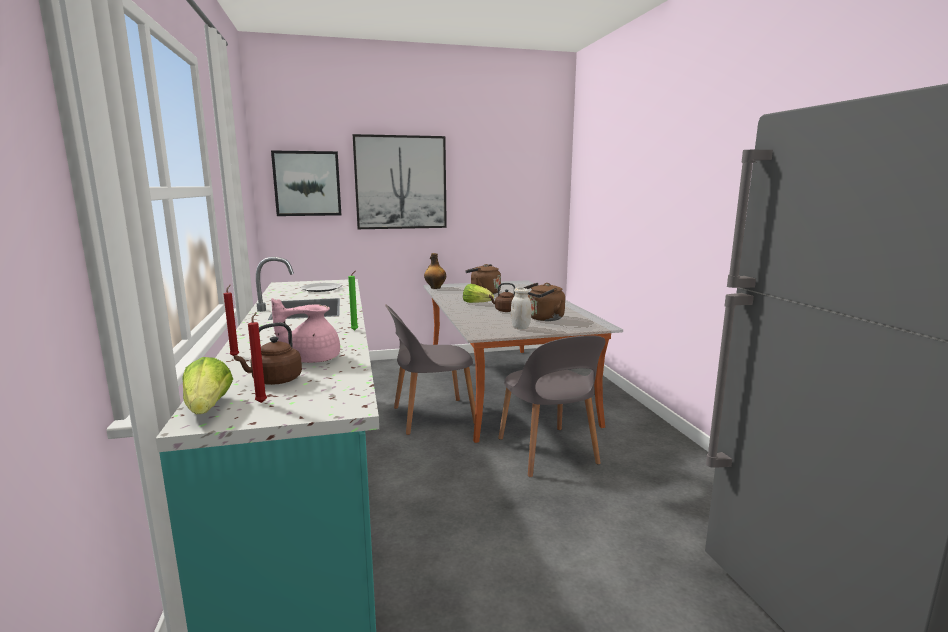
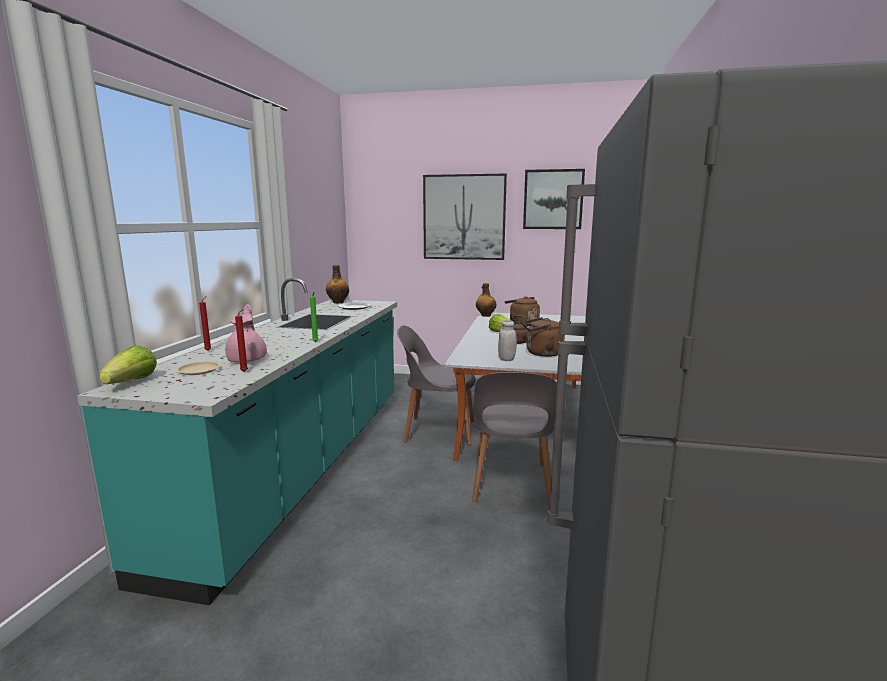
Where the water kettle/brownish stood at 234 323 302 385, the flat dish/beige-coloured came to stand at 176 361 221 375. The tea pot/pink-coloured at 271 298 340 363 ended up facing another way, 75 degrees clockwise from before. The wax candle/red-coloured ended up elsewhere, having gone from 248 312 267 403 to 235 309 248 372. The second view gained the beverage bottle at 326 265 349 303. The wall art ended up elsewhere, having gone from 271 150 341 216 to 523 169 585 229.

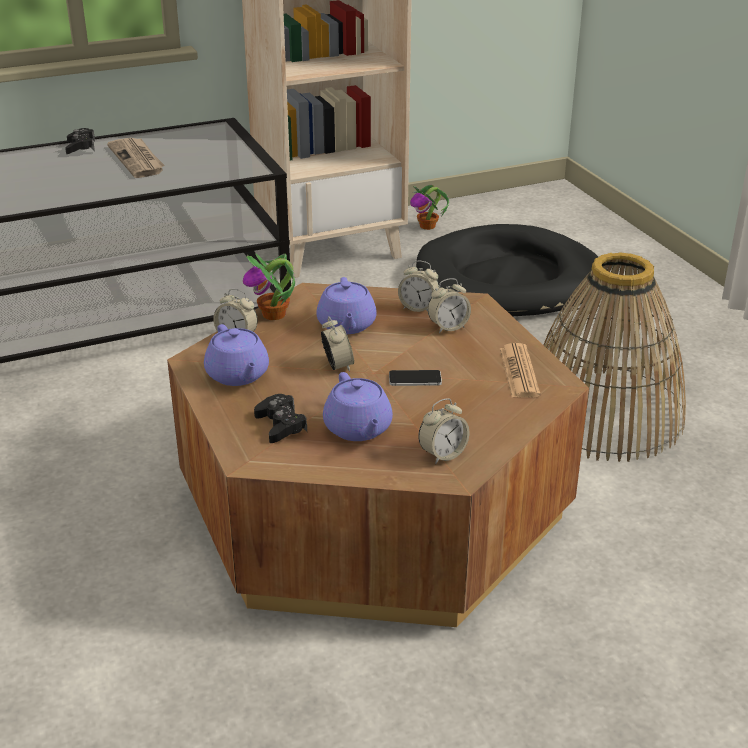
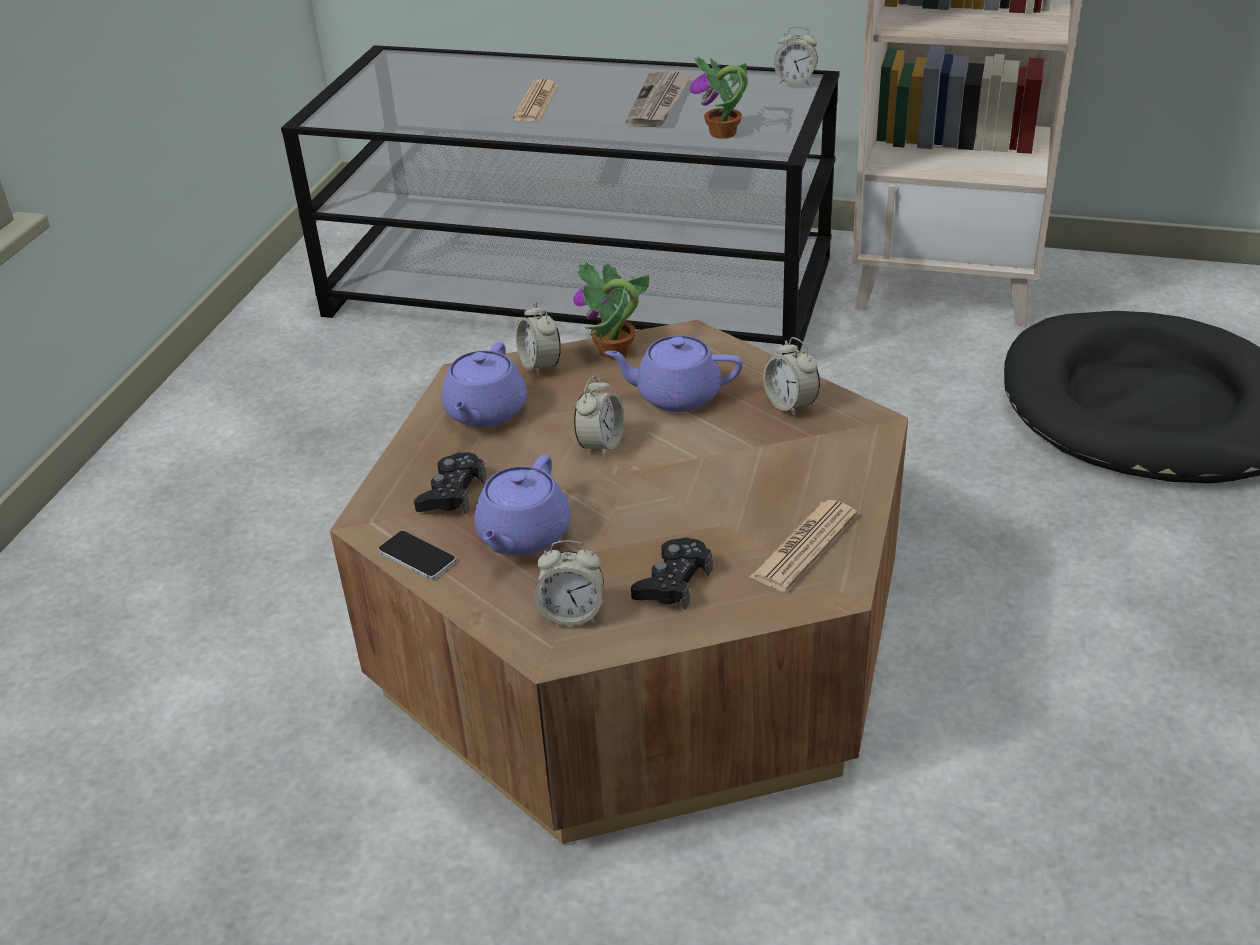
The phone ended up elsewhere, having gone from 389 370 442 386 to 378 531 456 580. The second view gained the daily paper at 513 79 559 121. The tea pot/purple at 316 277 377 334 ended up facing another way, 60 degrees clockwise from before. The joypad/blackish ended up elsewhere, having gone from 65 128 95 154 to 631 537 713 610. The plant in a pot ended up elsewhere, having gone from 410 185 449 230 to 689 56 748 138. The table clock ended up elsewhere, having gone from 428 278 471 333 to 774 26 817 85. The second view lost the basket at 544 252 686 462.

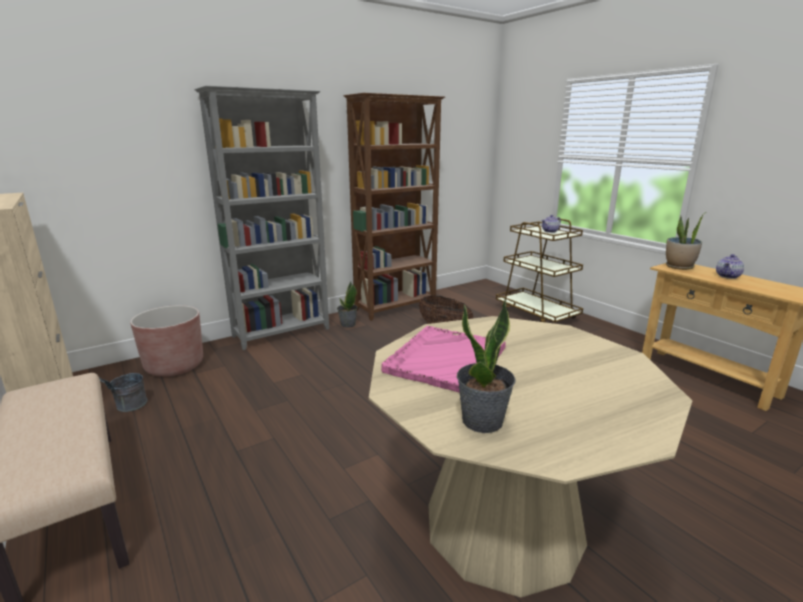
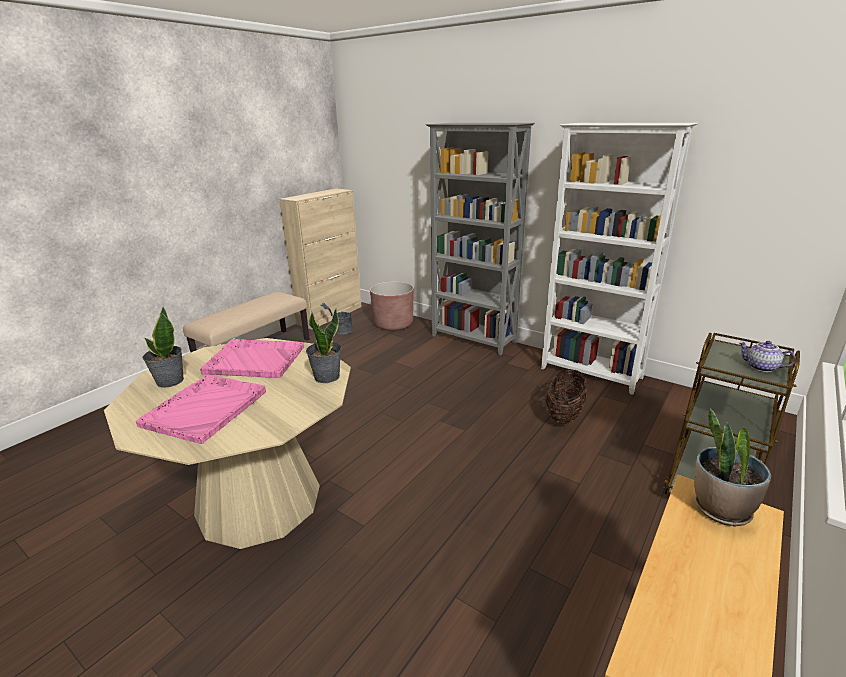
The second view gained the carrying tray/pink-coloured at 136 375 266 444. The plant in a pot ended up elsewhere, having gone from 337 282 358 328 to 306 308 342 383. What was the bookcase/brownish at 343 93 445 321 turned into the bookcase/whitish at 541 123 698 395. The second view lost the tea pot at 716 254 744 279.

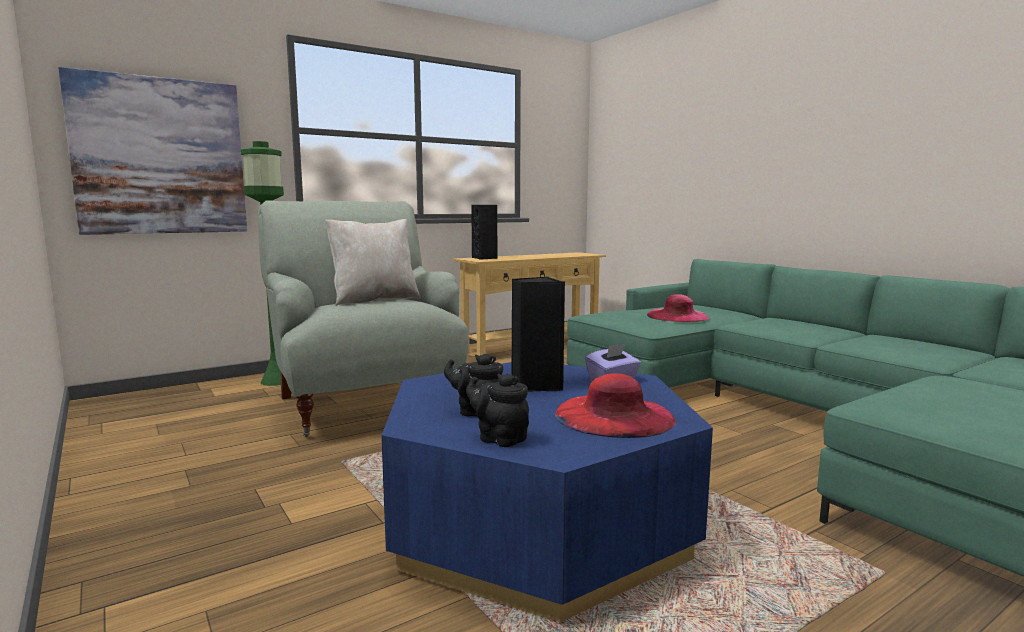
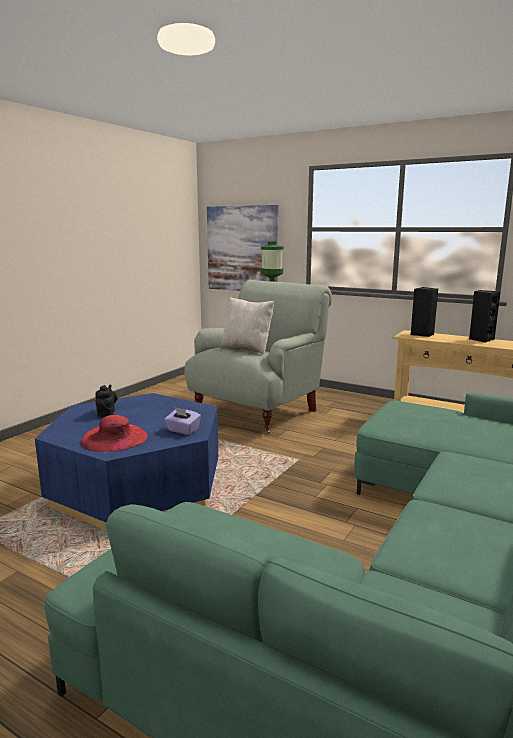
The speaker/blackish ended up elsewhere, having gone from 512 277 565 392 to 469 290 501 343. The second view lost the tea pot/blackish at 466 374 529 447. The second view lost the wearable hat/pink-coloured at 647 294 709 322.

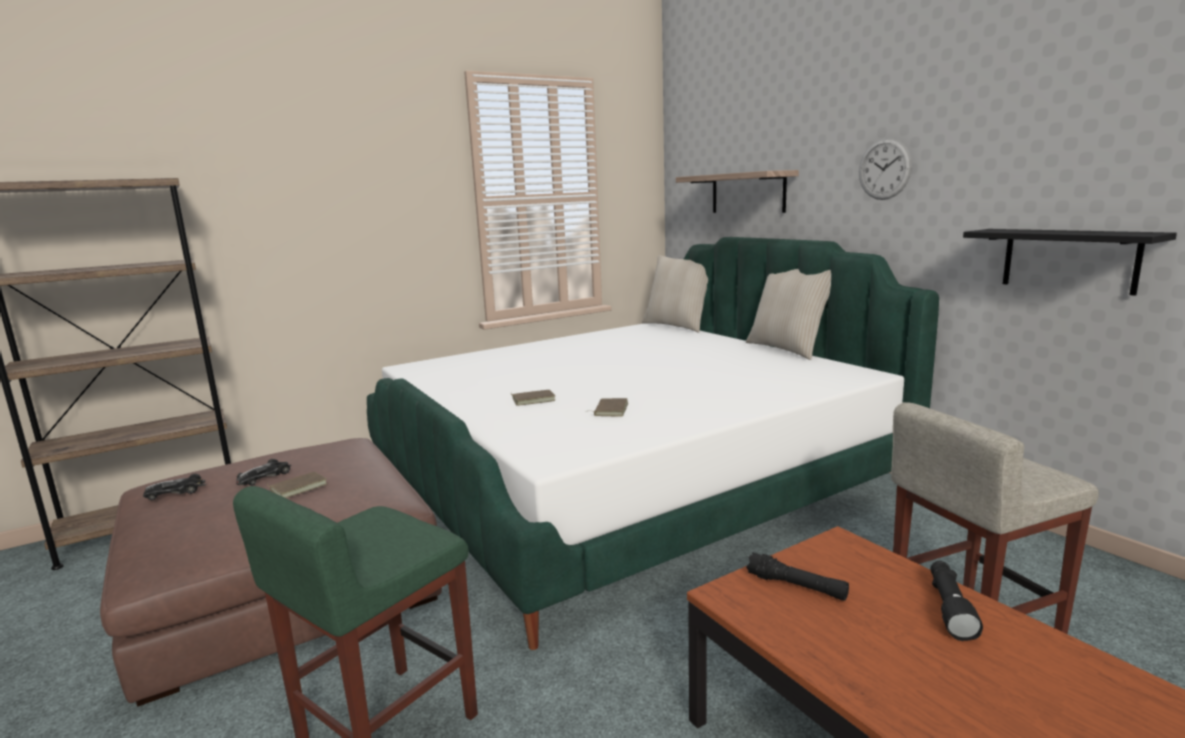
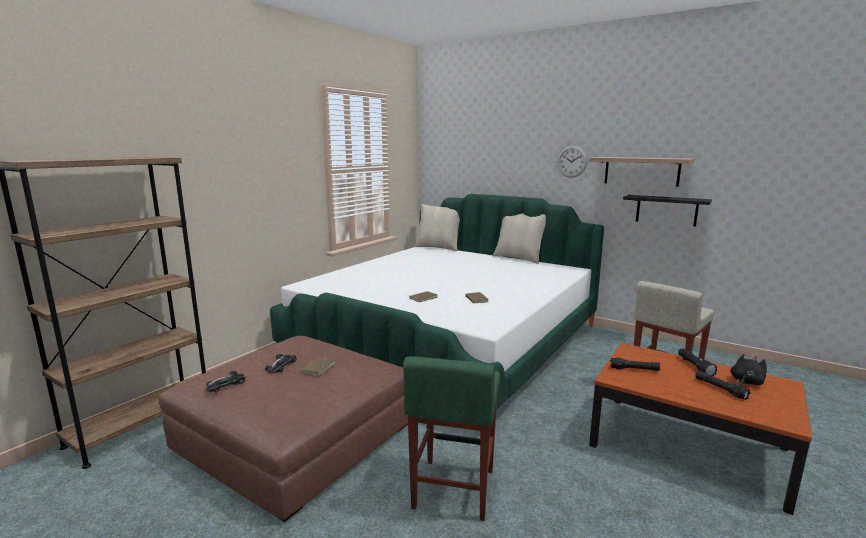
The bracket shelf ended up elsewhere, having gone from 676 170 799 213 to 589 157 694 187. The second view gained the torch/blackish at 695 370 751 400. The second view gained the soft toy/blackish at 730 354 767 385.

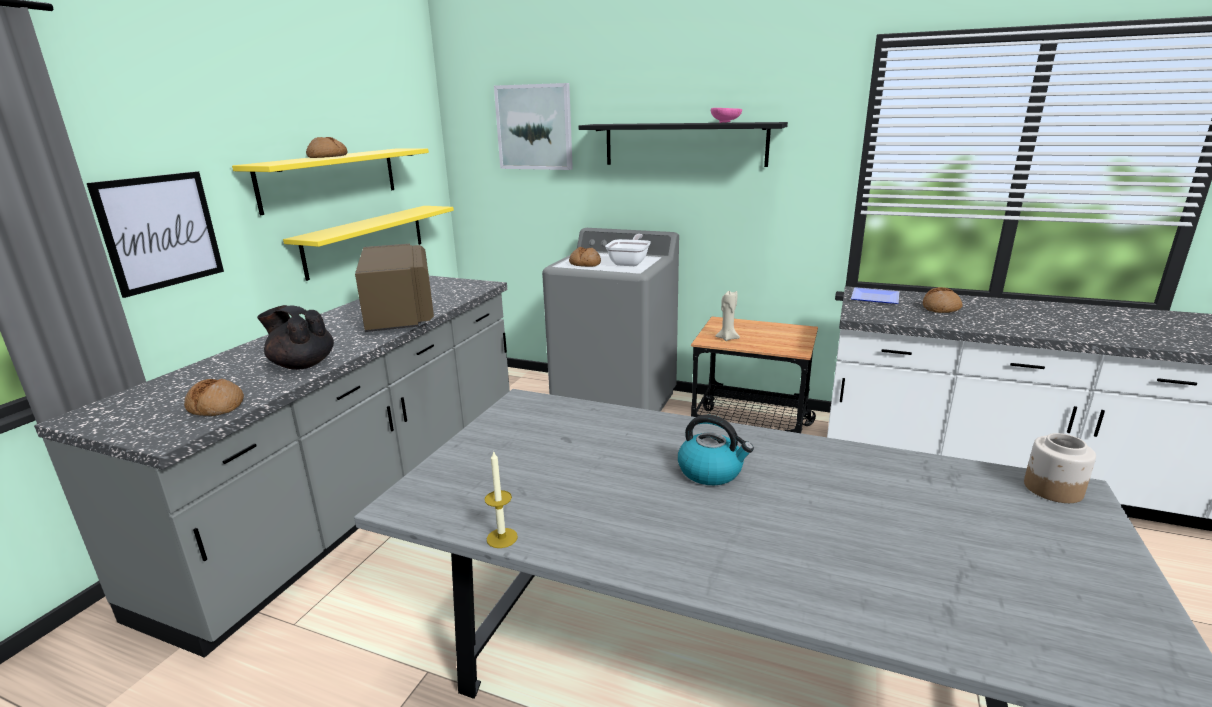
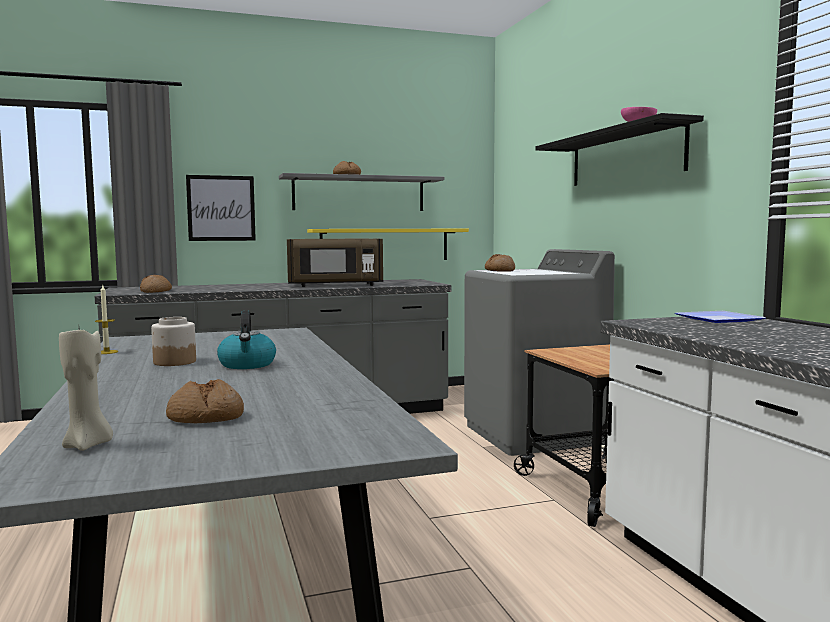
The wax candle/beige-coloured ended up elsewhere, having gone from 715 291 740 341 to 59 328 113 451. The jar ended up elsewhere, having gone from 1024 433 1096 503 to 151 317 196 366. The baked bread ended up elsewhere, having gone from 923 287 963 313 to 166 379 244 423. What was the bracket shelf/yellowish at 232 148 429 215 turned into the bracket shelf/greyish at 279 173 444 211. The microwave/brownish at 355 244 434 332 ended up facing another way, 45 degrees clockwise from before. The second view lost the tea pot/blackish at 257 305 334 370. The second view lost the wall art at 494 83 573 170. The second view lost the pan at 605 234 651 266.

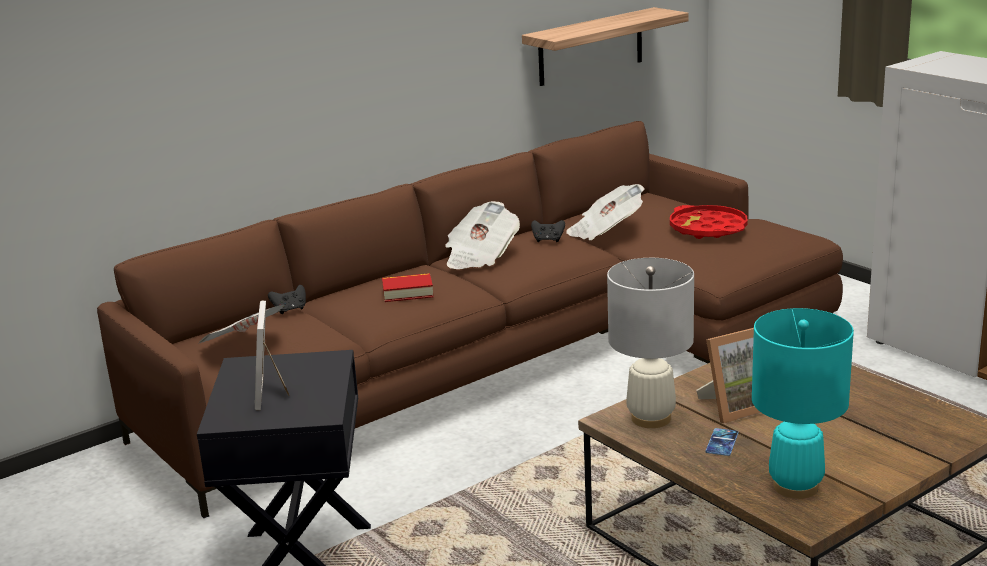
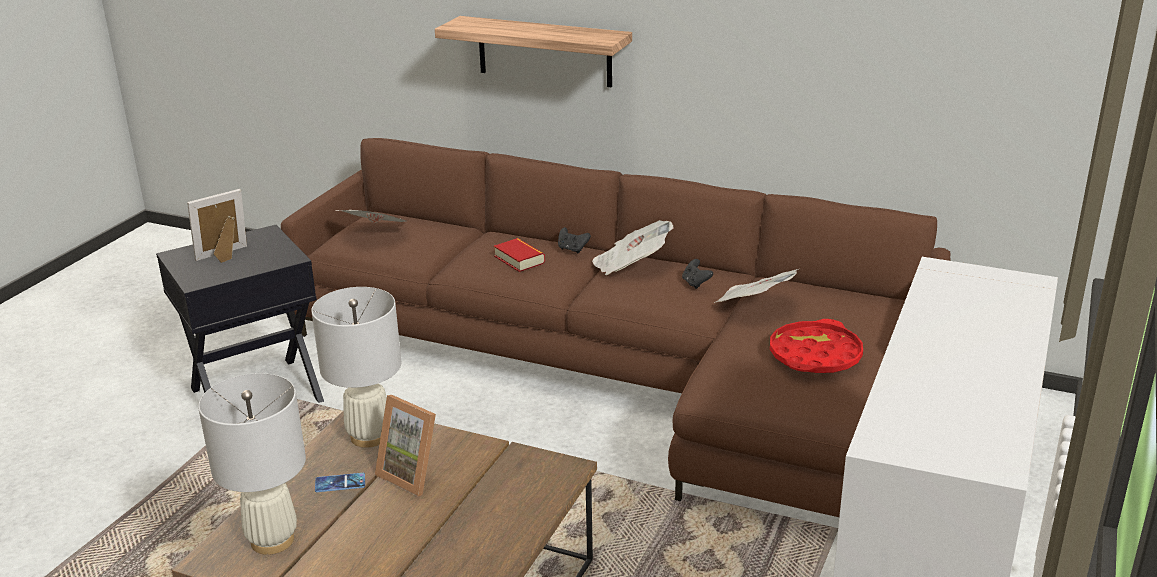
What was the tabletop lamp/turquoise-coloured at 752 308 854 499 turned into the tabletop lamp/whitish at 198 373 306 555. The bracket shelf ended up elsewhere, having gone from 522 7 689 86 to 435 16 632 87. The joypad/blackish ended up elsewhere, having gone from 268 285 306 314 to 558 227 591 254.

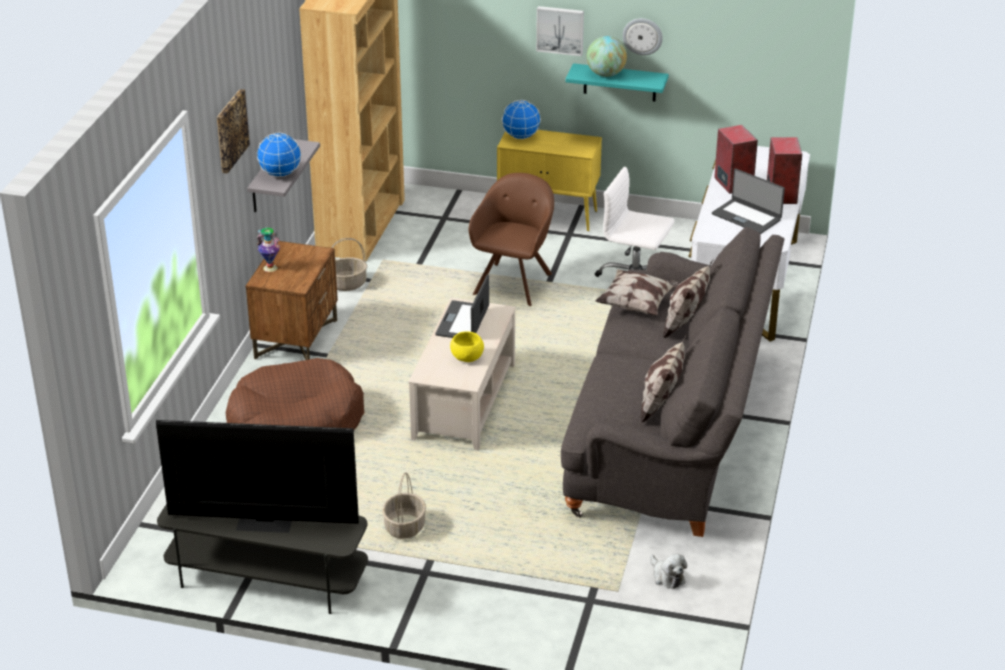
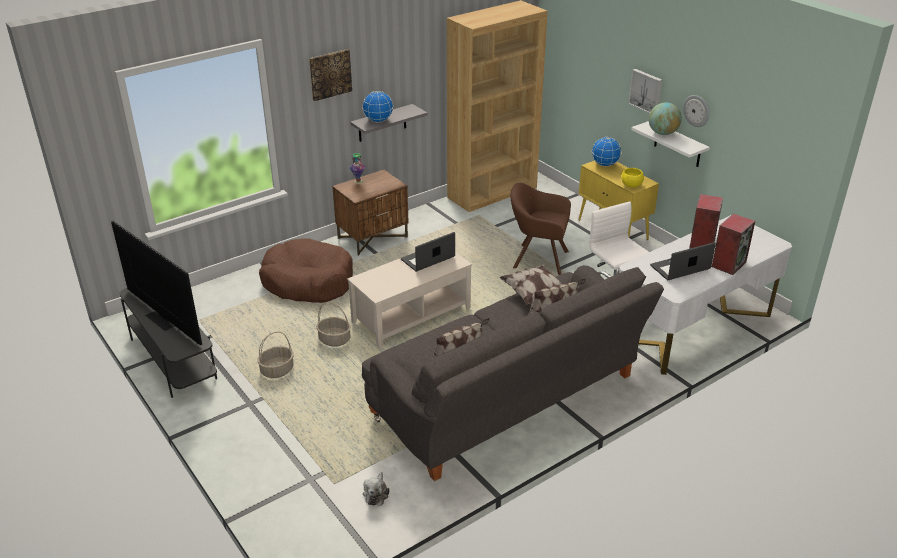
The basket ended up elsewhere, having gone from 331 238 367 291 to 316 302 351 347. The lounge chair/brownish at 469 173 554 306 ended up facing another way, 135 degrees counterclockwise from before. The serving bowl/yellowish ended up elsewhere, having gone from 450 331 484 362 to 621 168 644 188. What was the bracket shelf/turquoise-coloured at 565 63 669 102 turned into the bracket shelf/whitish at 631 121 710 167. The notebook computer at 712 168 785 234 ended up facing another way, 75 degrees clockwise from before.

